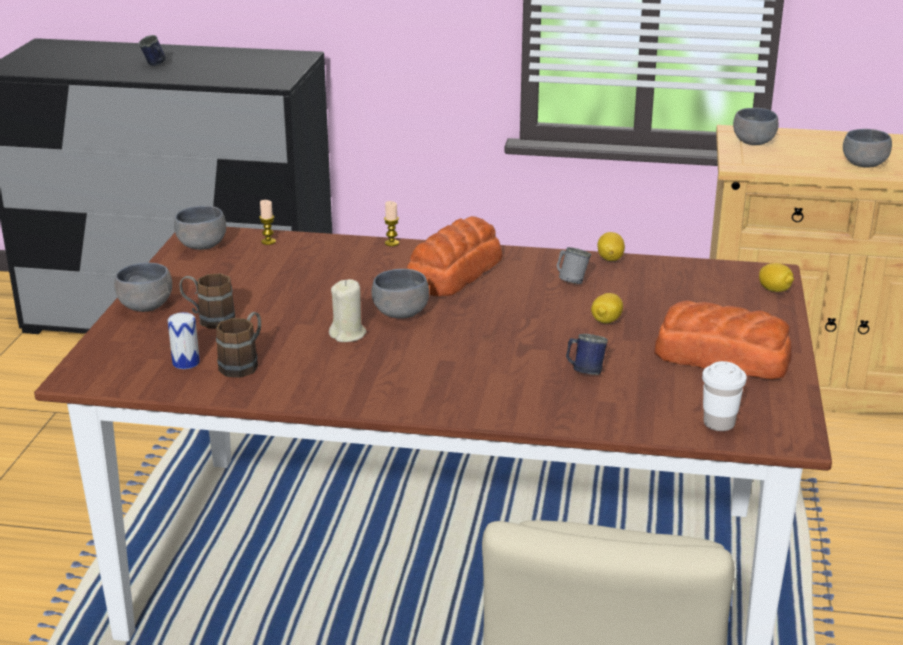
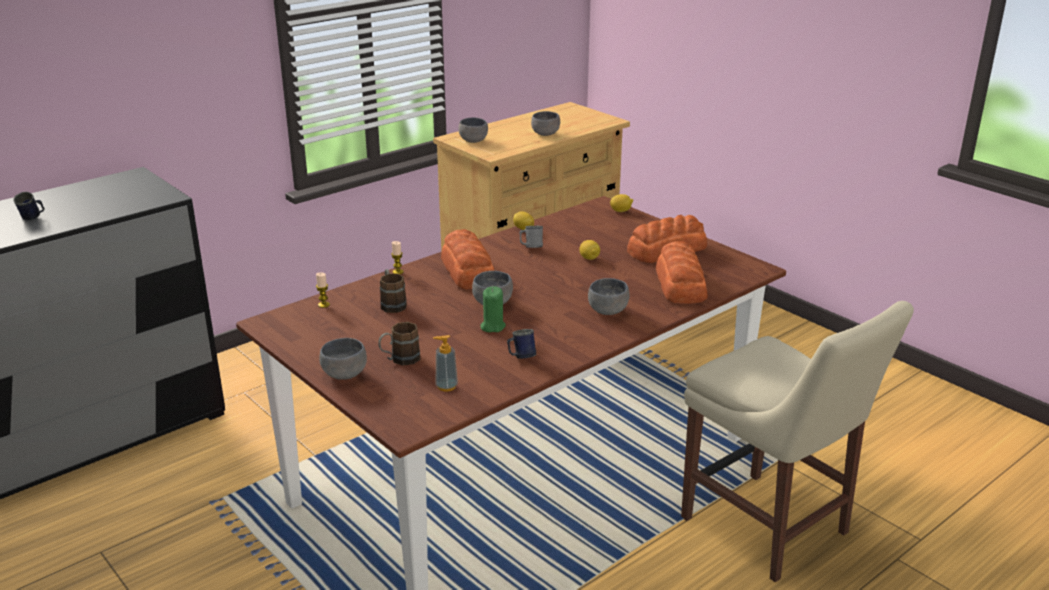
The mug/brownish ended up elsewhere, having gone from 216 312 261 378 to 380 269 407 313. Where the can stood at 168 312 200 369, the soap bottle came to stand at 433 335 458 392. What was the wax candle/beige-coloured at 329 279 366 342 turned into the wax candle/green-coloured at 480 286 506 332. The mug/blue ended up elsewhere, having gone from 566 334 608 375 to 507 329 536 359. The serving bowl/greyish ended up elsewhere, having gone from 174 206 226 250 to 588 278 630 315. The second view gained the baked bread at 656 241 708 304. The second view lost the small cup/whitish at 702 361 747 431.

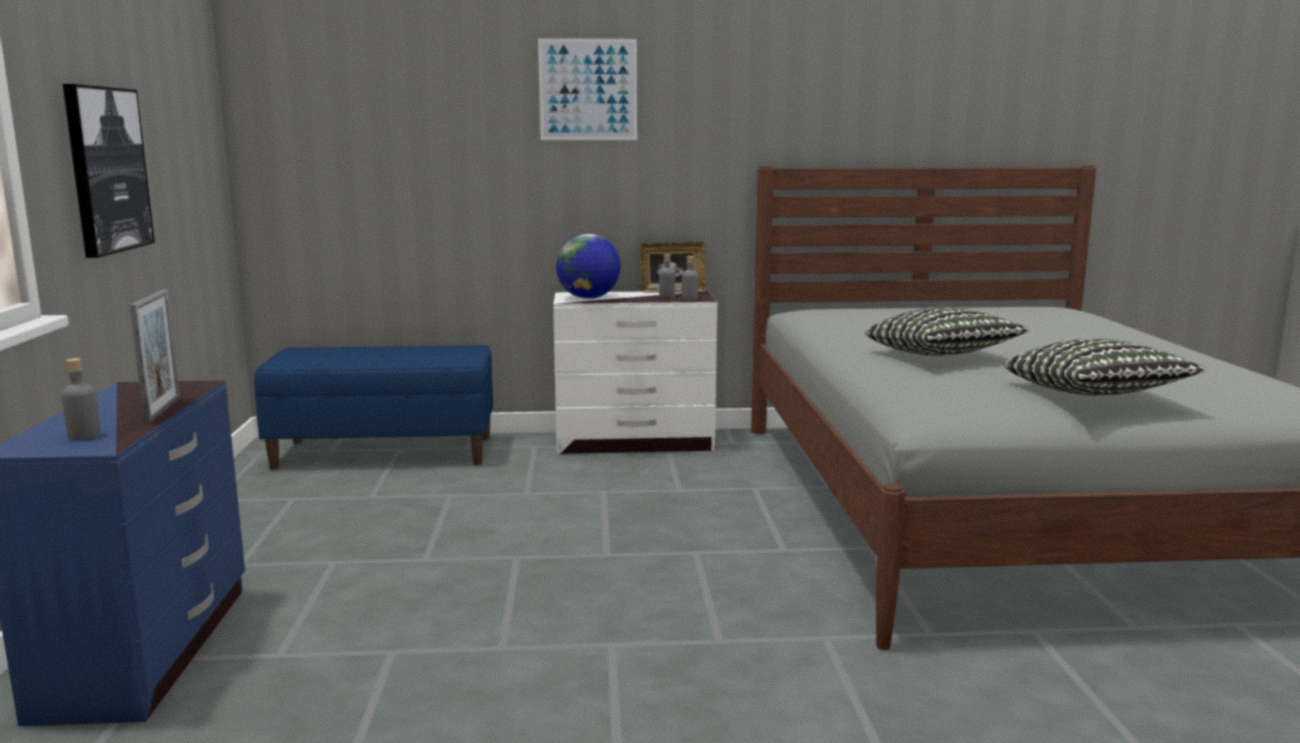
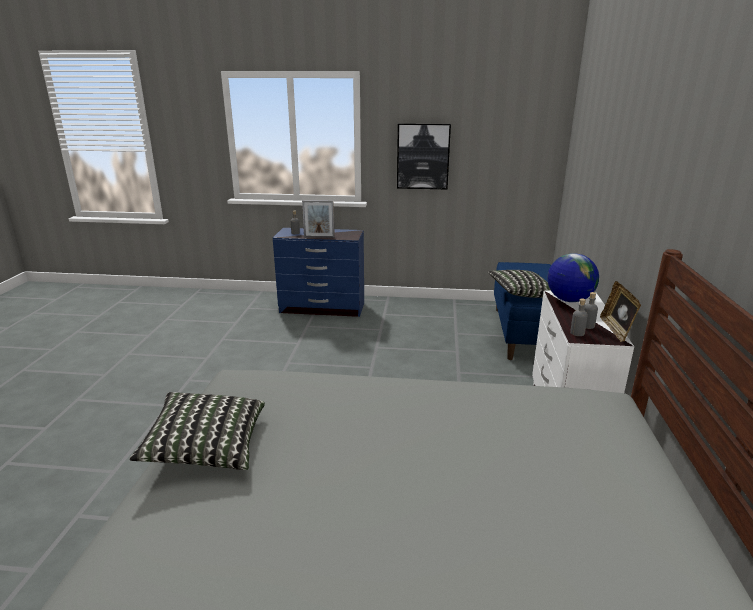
The pillow ended up elsewhere, having gone from 865 307 1030 356 to 488 270 551 298. The second view lost the wall art at 538 38 637 140.

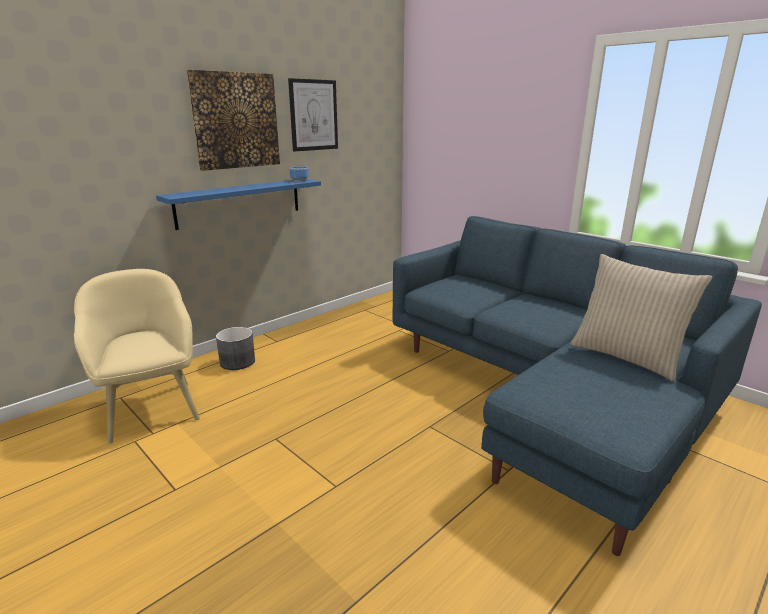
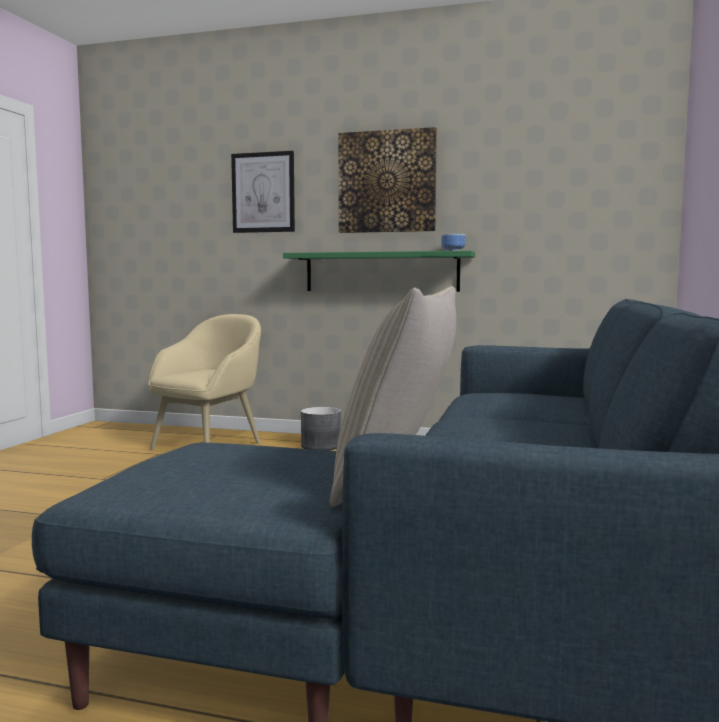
The wall art ended up elsewhere, having gone from 288 78 338 152 to 231 151 295 233. What was the bracket shelf/blue at 156 179 321 230 turned into the bracket shelf/green-coloured at 283 251 475 292.

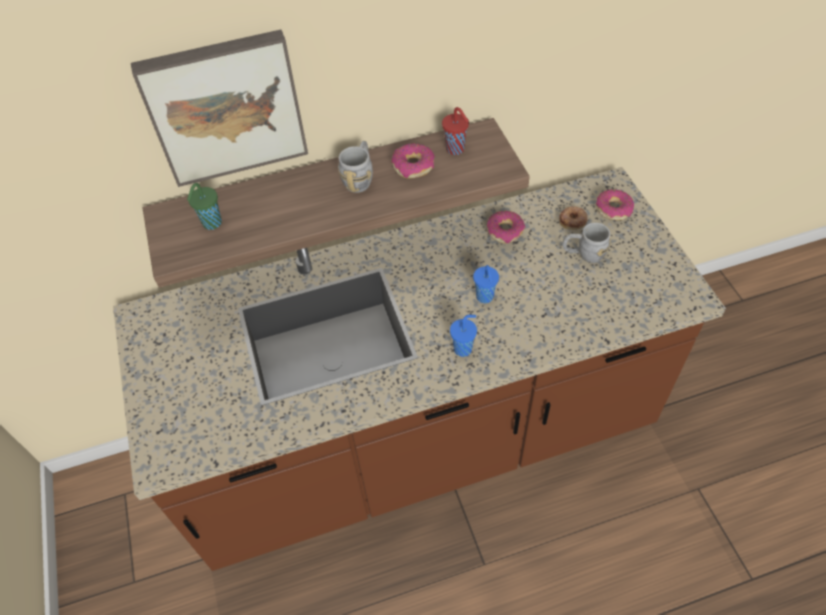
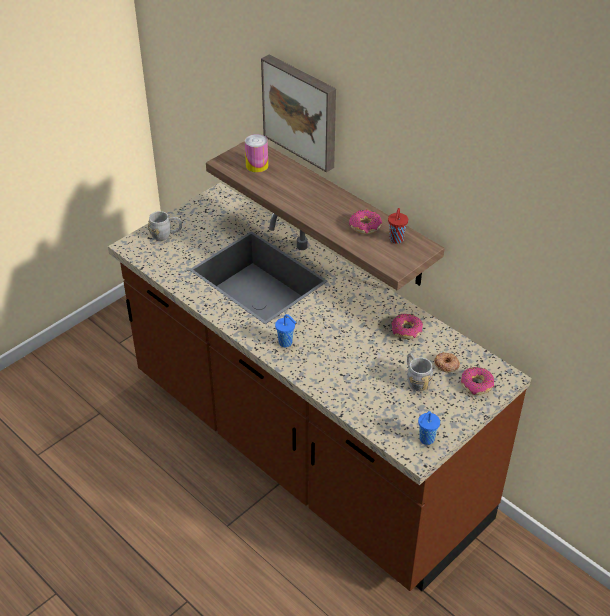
The mug/greyish ended up elsewhere, having gone from 338 141 373 193 to 148 211 182 241. Where the small cup/green-coloured stood at 187 183 222 230, the can came to stand at 245 134 268 173. The small cup/blue ended up elsewhere, having gone from 473 265 499 303 to 418 411 440 445.

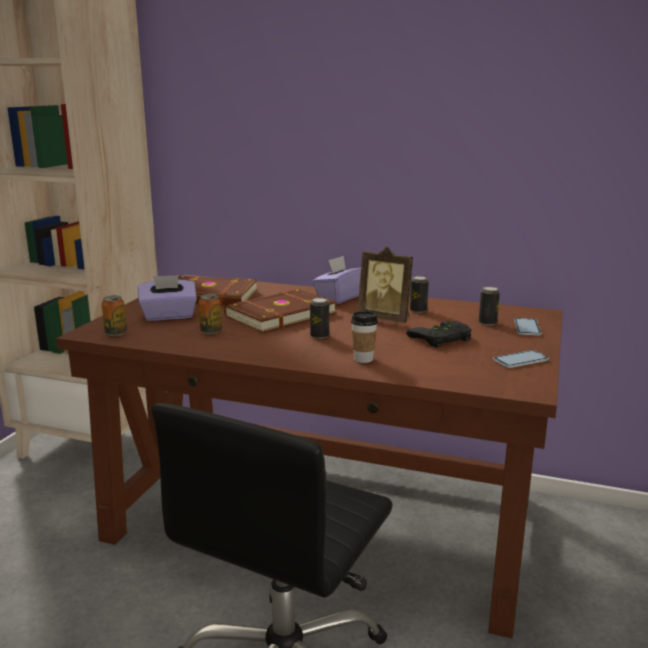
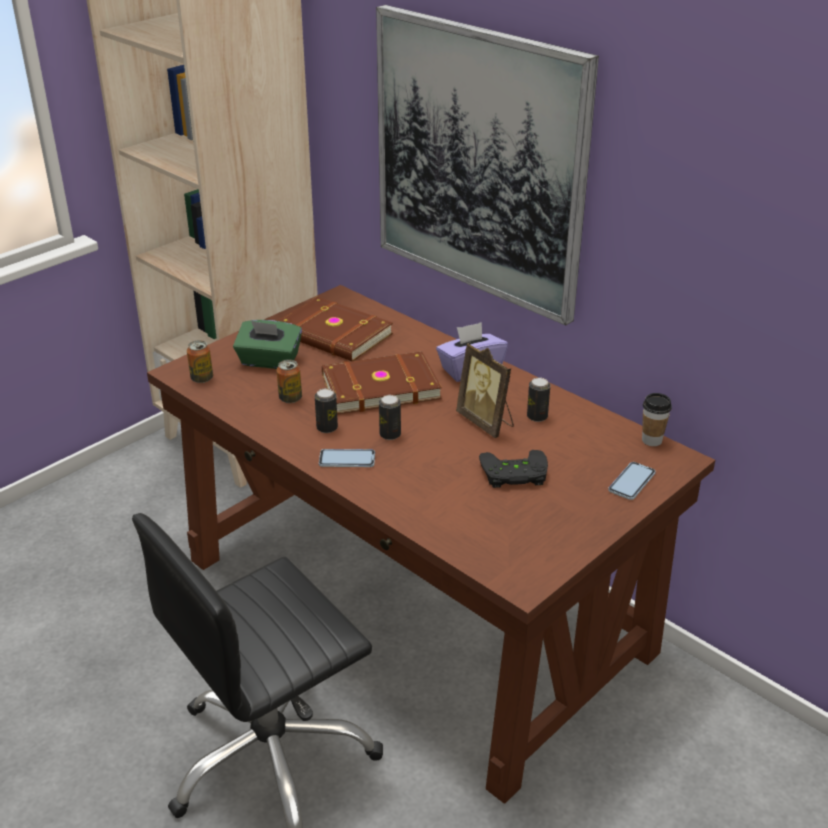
What was the tissue box/purple at 138 275 197 321 turned into the tissue box/green-coloured at 233 320 302 369. The can ended up elsewhere, having gone from 479 286 500 325 to 315 388 338 433. The phone ended up elsewhere, having gone from 493 350 549 368 to 319 449 375 467. The second view gained the wall art at 376 5 599 326. The small cup ended up elsewhere, having gone from 351 311 378 363 to 642 393 672 446.

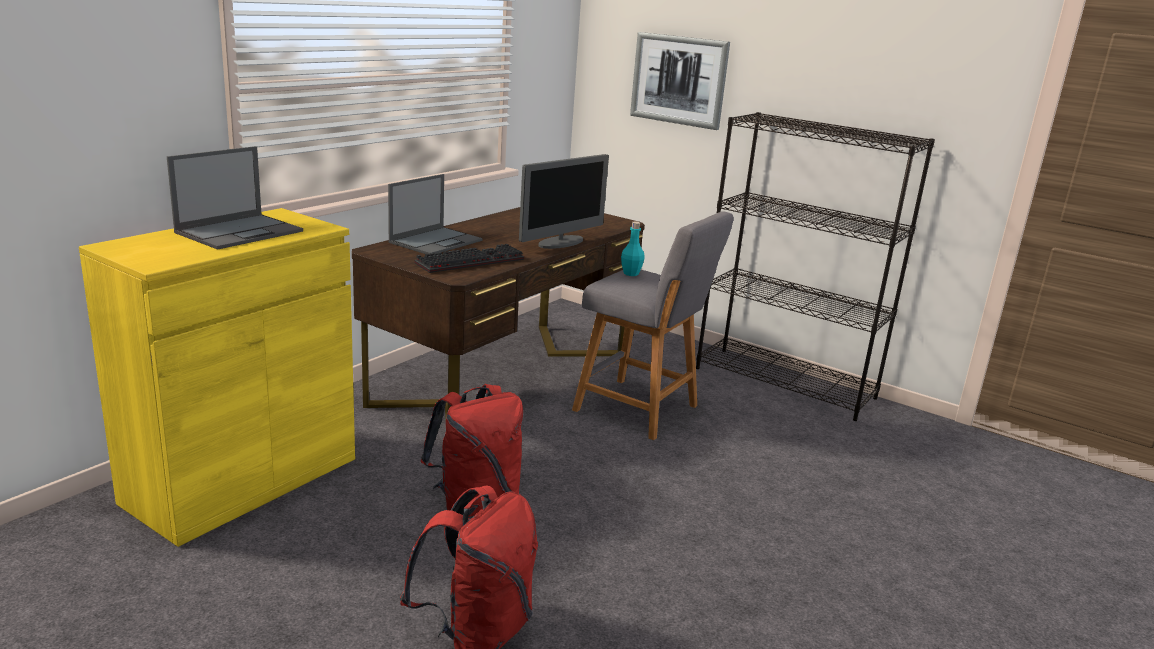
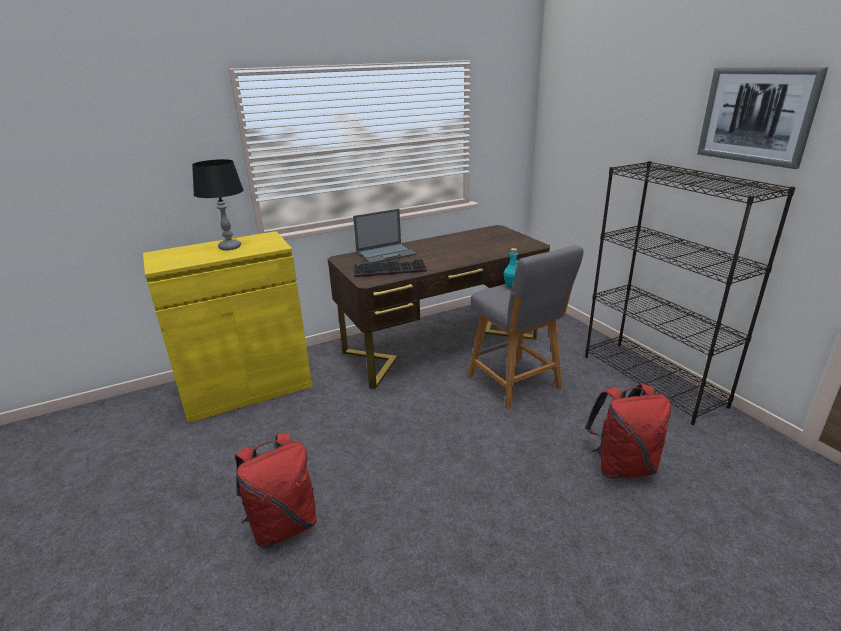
Where the notebook computer stood at 167 146 303 250, the tabletop lamp/blackish came to stand at 192 159 244 251. The knapsack/red-coloured ended up elsewhere, having gone from 421 384 523 517 to 585 384 671 479. The wall art ended up elsewhere, having gone from 630 32 730 130 to 697 67 828 169. The second view lost the monitor at 519 154 609 249.

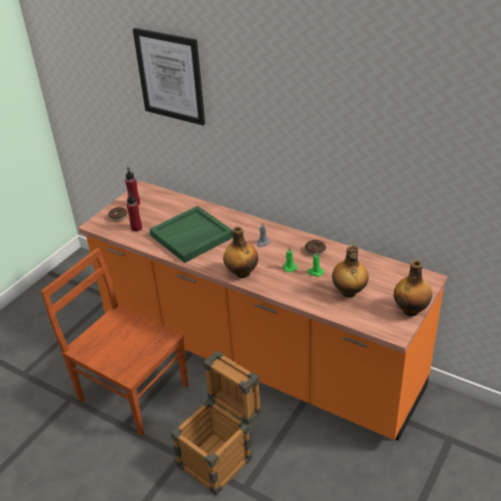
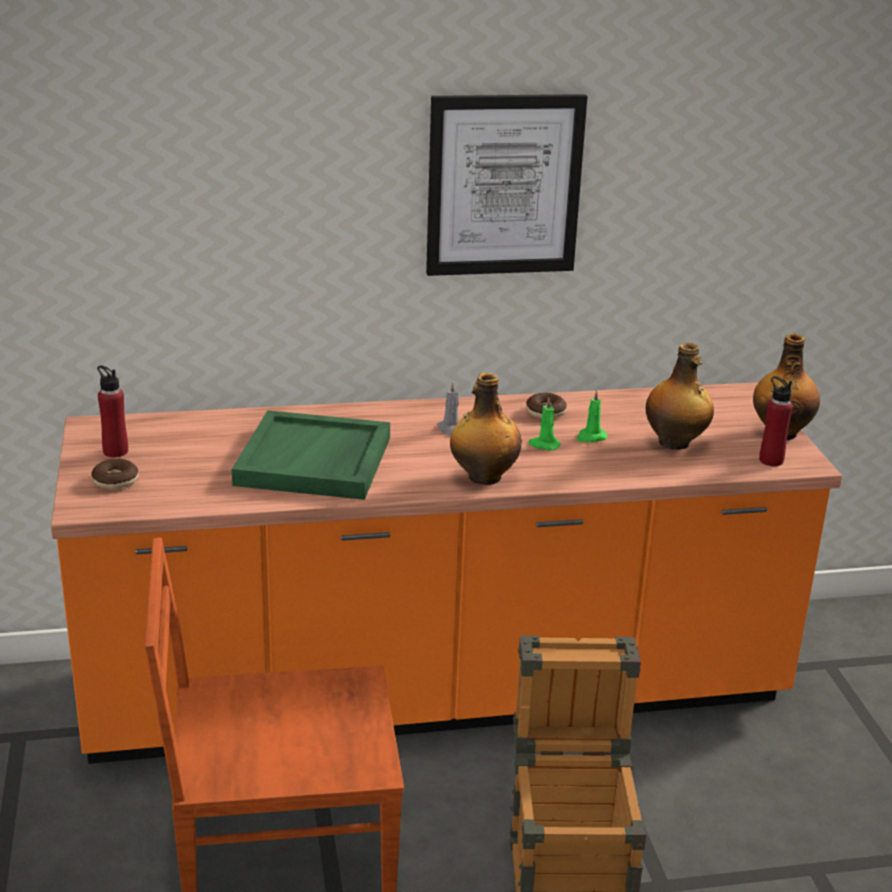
The wall art ended up elsewhere, having gone from 133 28 205 125 to 426 94 587 276. The beverage bottle/red-coloured ended up elsewhere, having gone from 127 191 142 232 to 759 376 793 466.

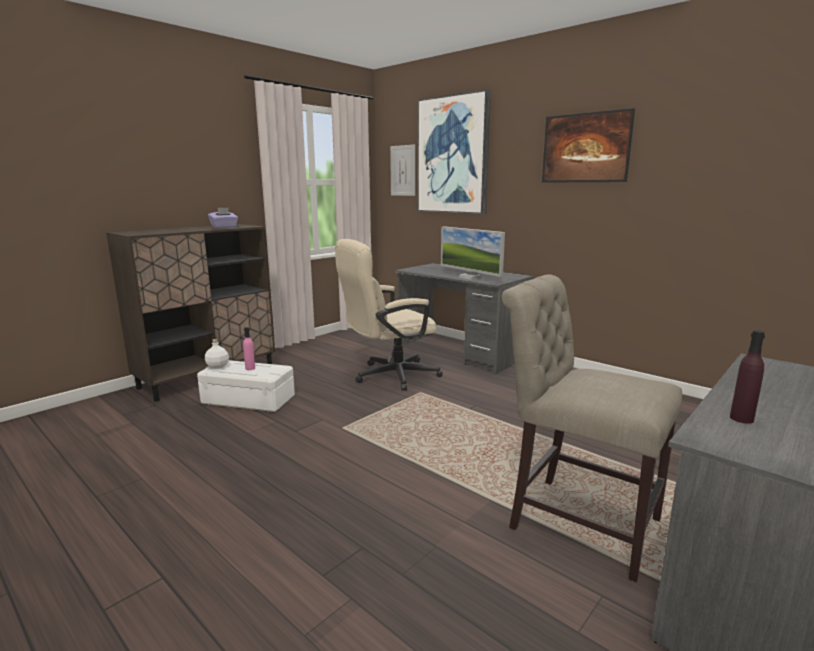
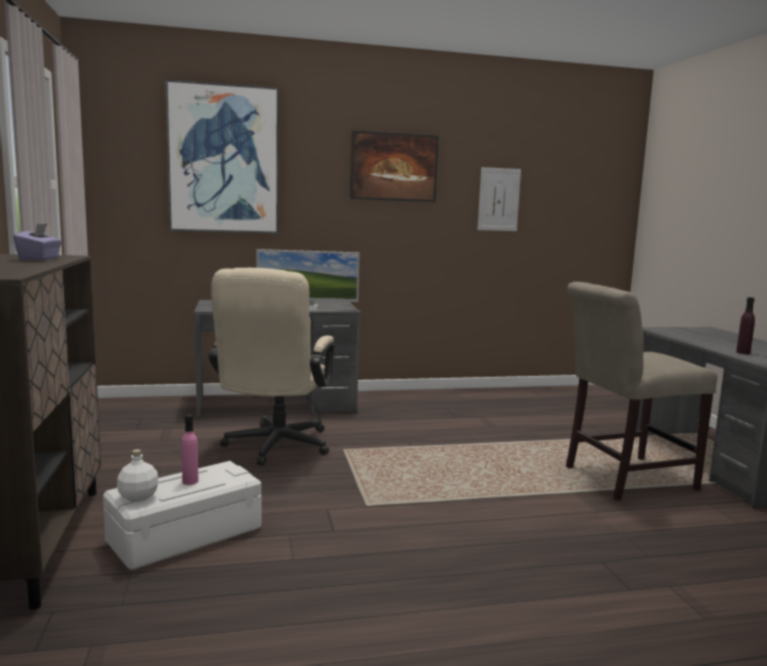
The wall art ended up elsewhere, having gone from 390 144 415 196 to 477 167 521 231.

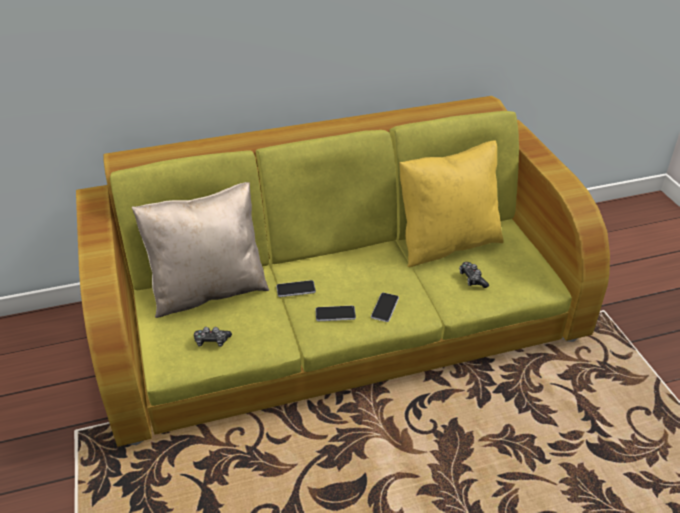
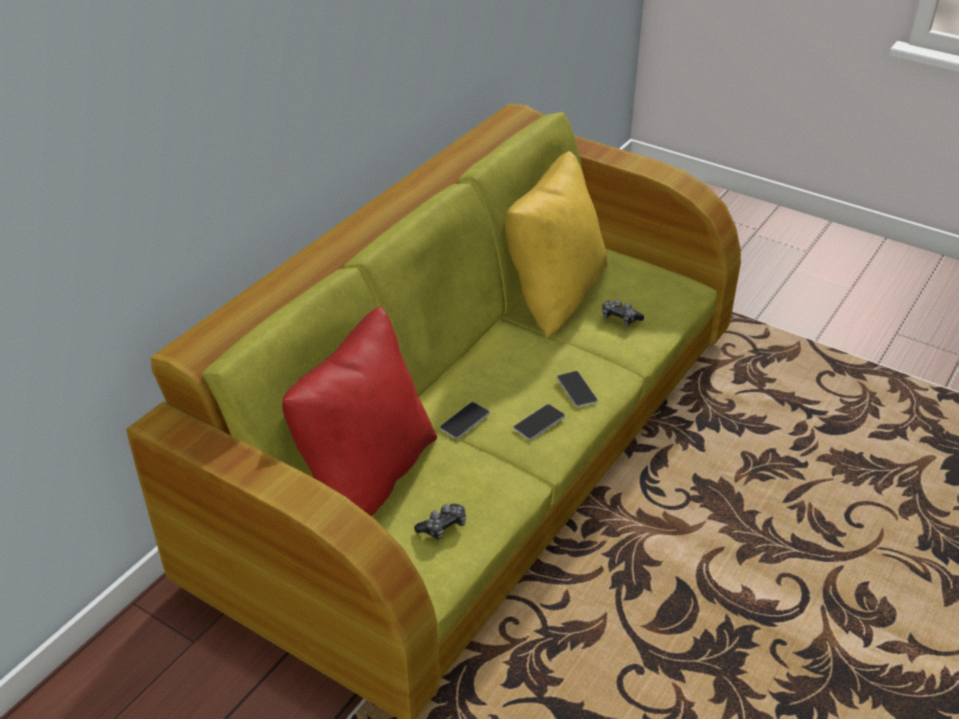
What was the pillow/beige-coloured at 132 182 269 318 turned into the pillow/red-coloured at 282 307 437 516.

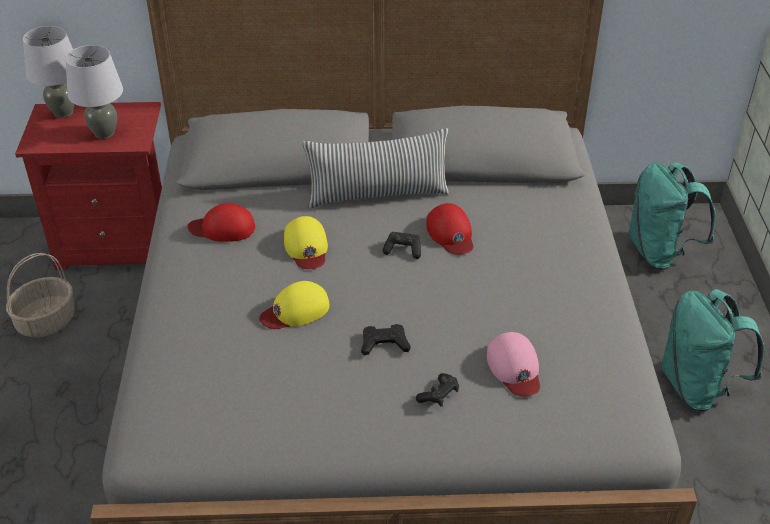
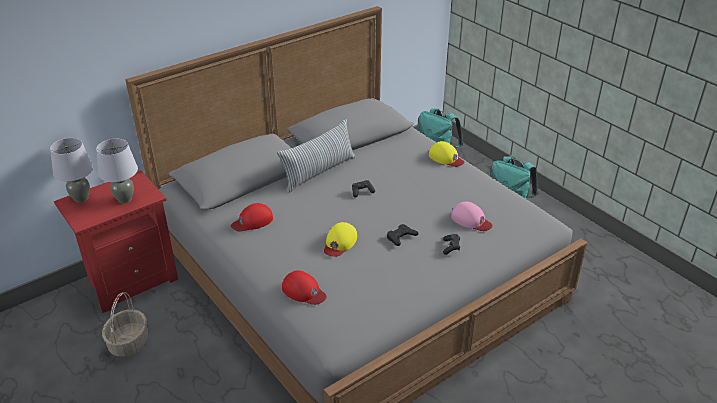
The peaked cap/red-coloured ended up elsewhere, having gone from 426 203 473 255 to 282 270 327 305. The peaked cap/yellowish ended up elsewhere, having gone from 284 216 328 269 to 429 141 464 167.

